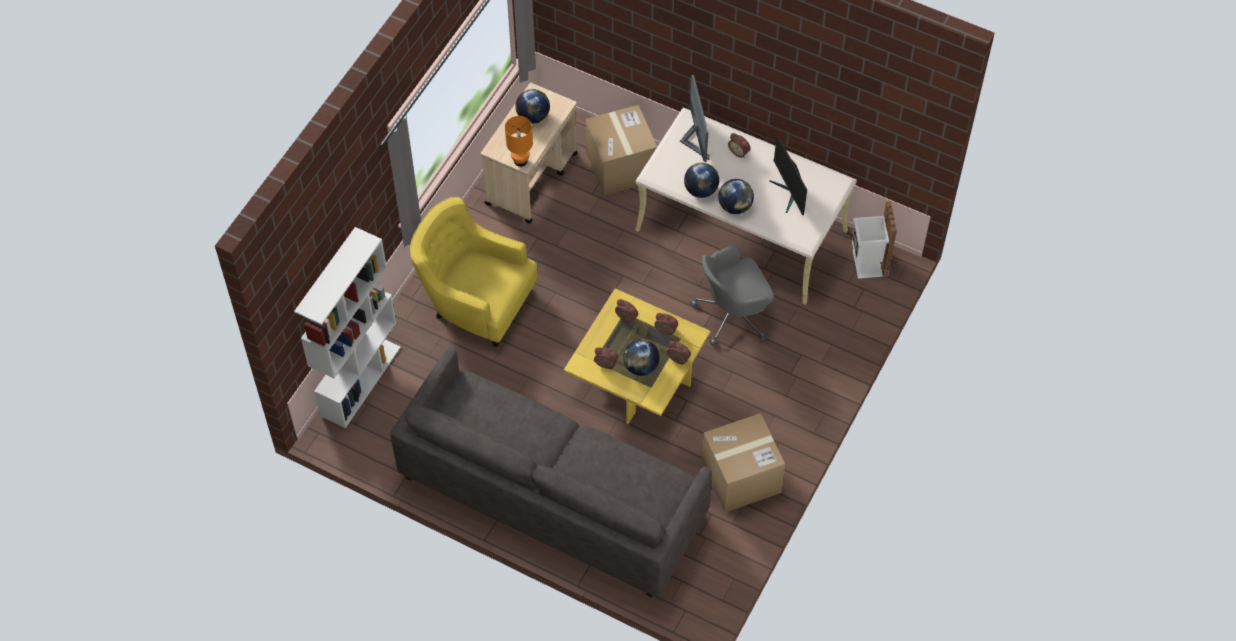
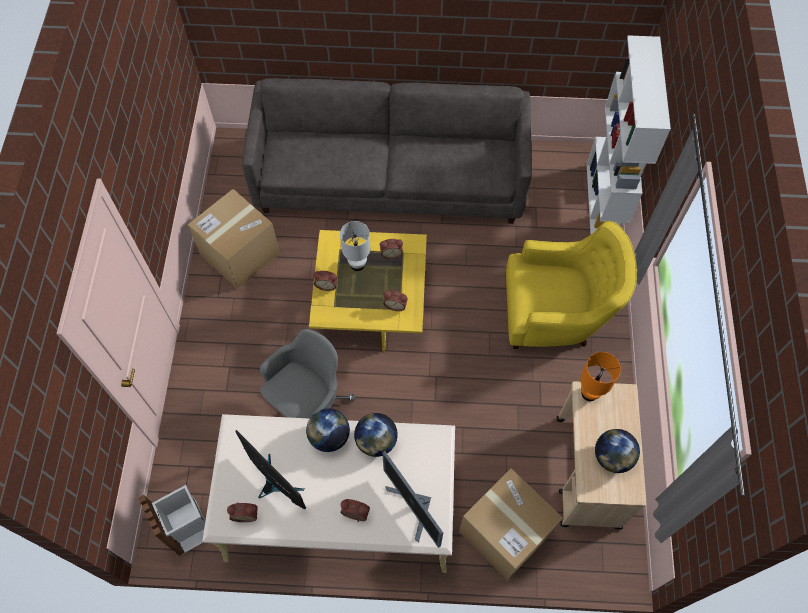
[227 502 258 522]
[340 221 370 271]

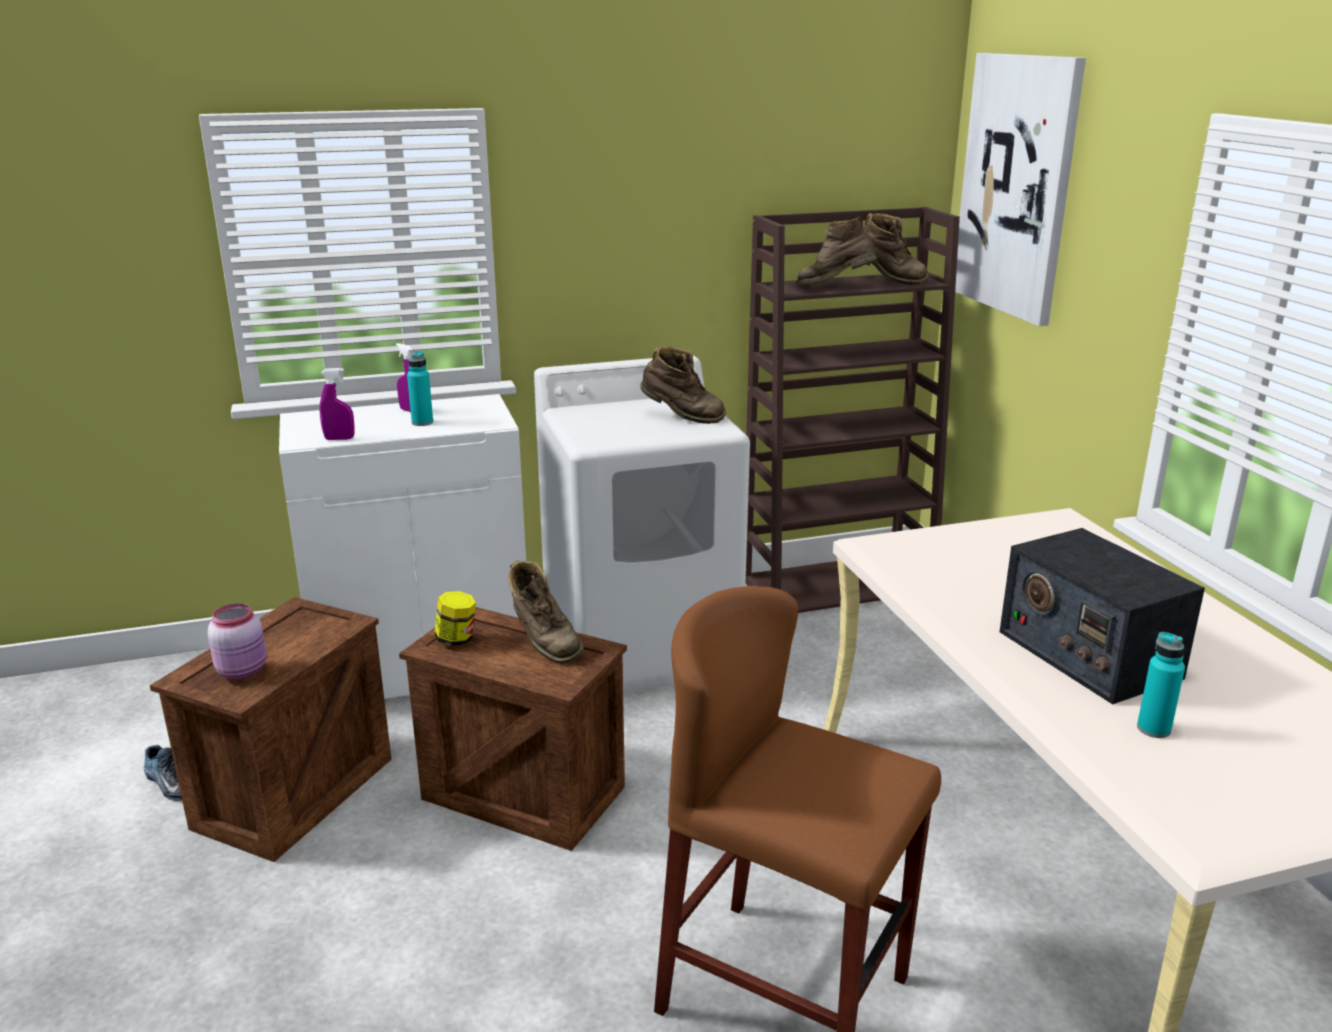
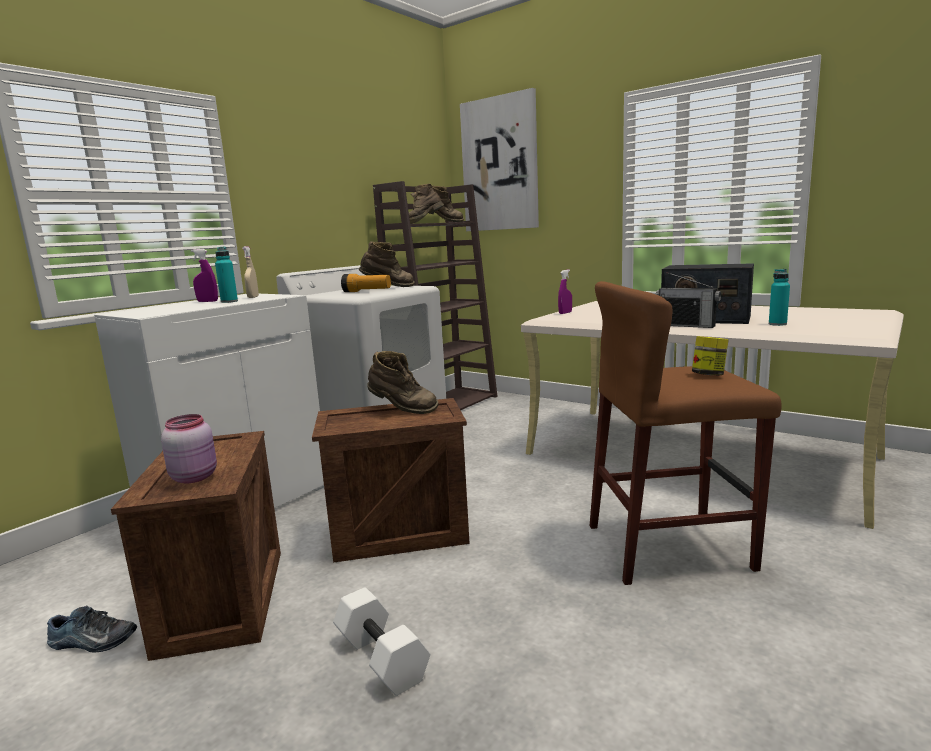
[242 246 259 298]
[333 587 430 696]
[341 274 391 292]
[656 272 721 328]
[558 270 572 314]
[692 336 729 376]

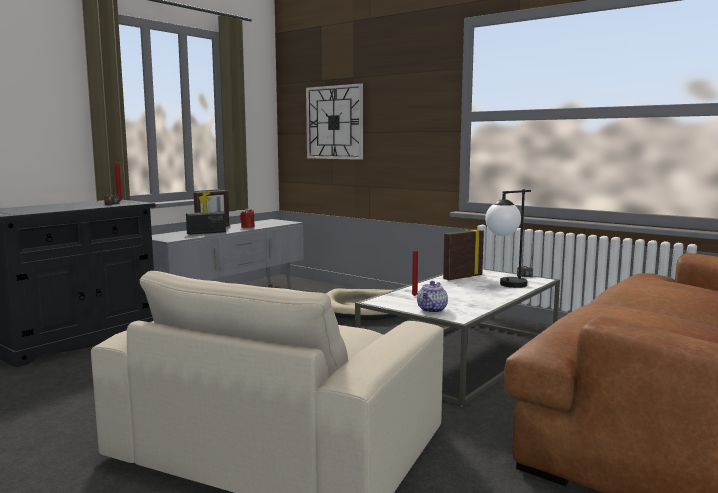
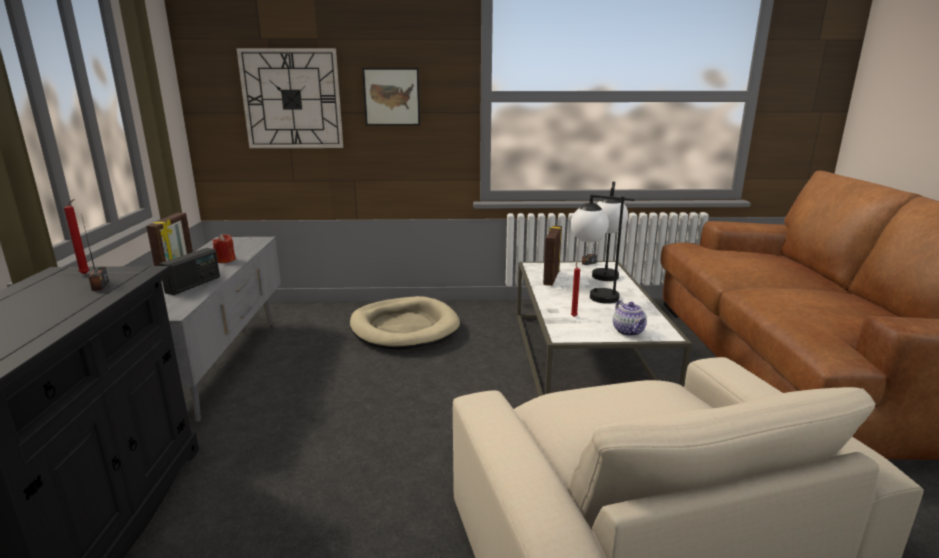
[362 68 420 126]
[571 194 635 304]

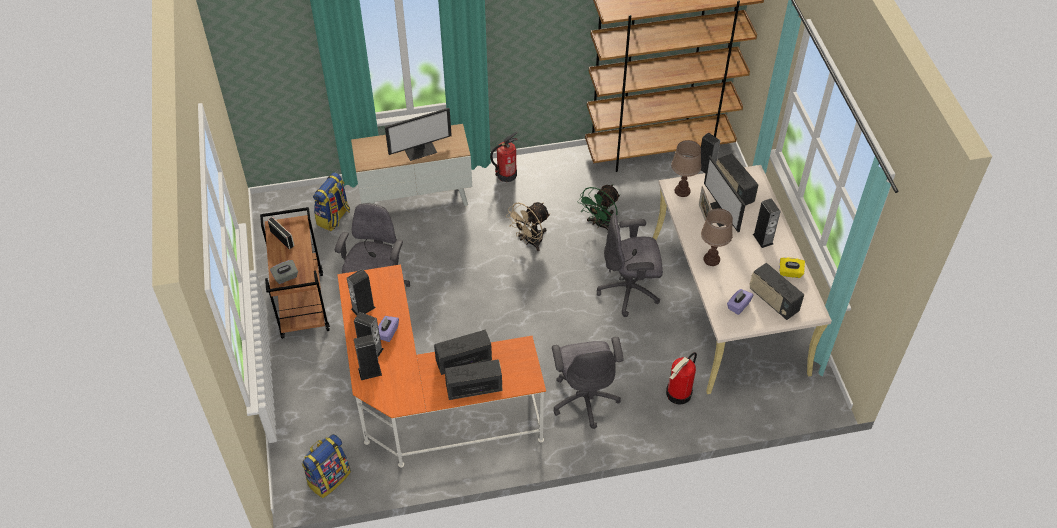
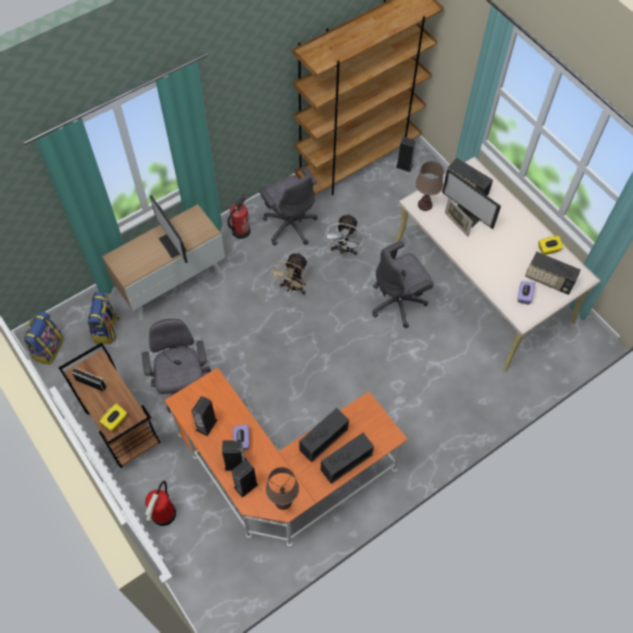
[753 199 781 248] (first image)
[24 311 64 365]
[259 167 318 245]
[145 481 176 526]
[266 467 299 510]
[100 404 127 431]
[324 214 364 255]
[150 195 188 263]

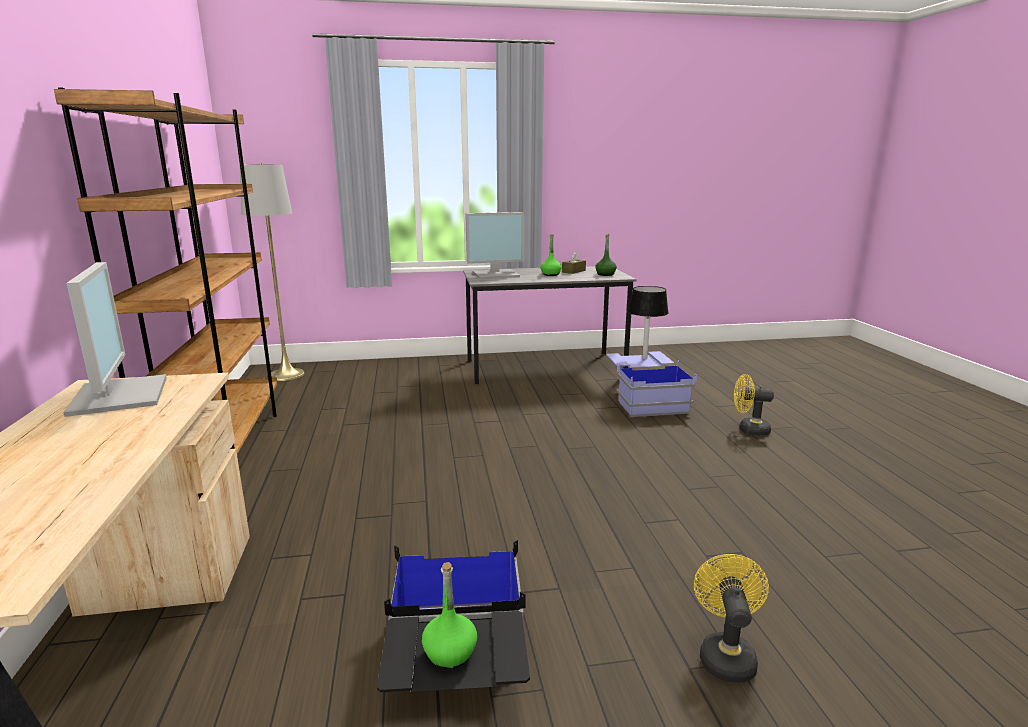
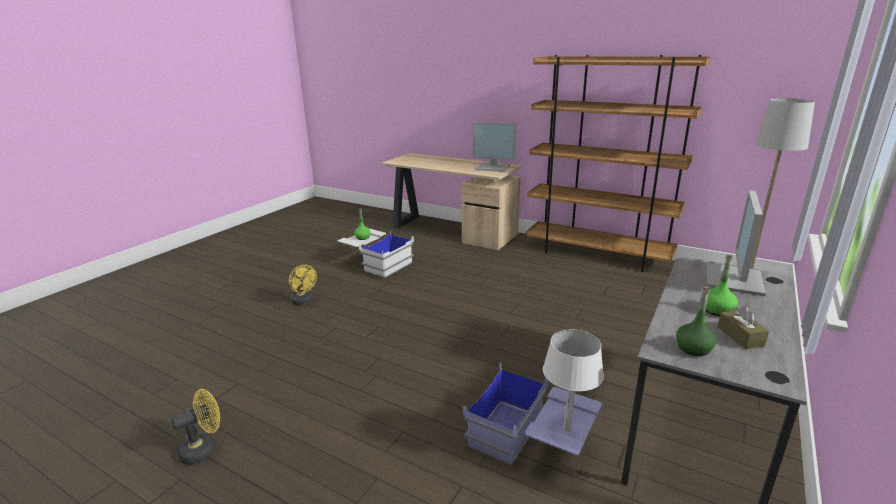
[171 389 220 465]
[338 229 414 278]
[543 330 604 432]

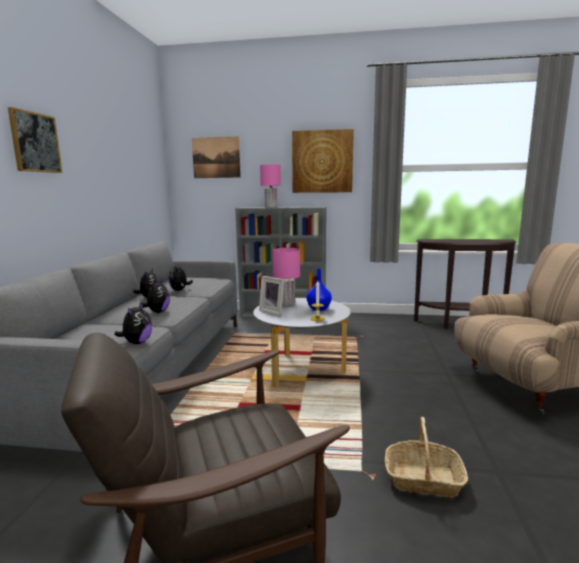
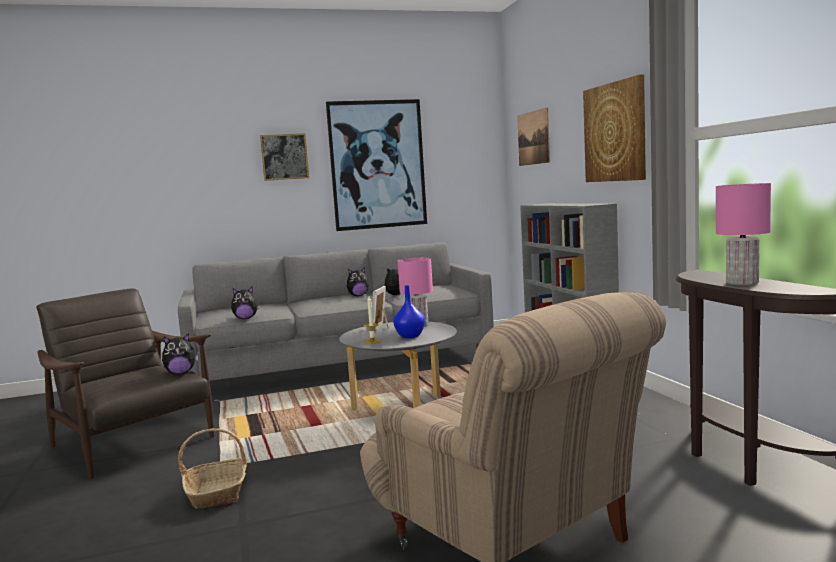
[326 99 427 231]
[162 333 198 374]
[716 183 771 285]

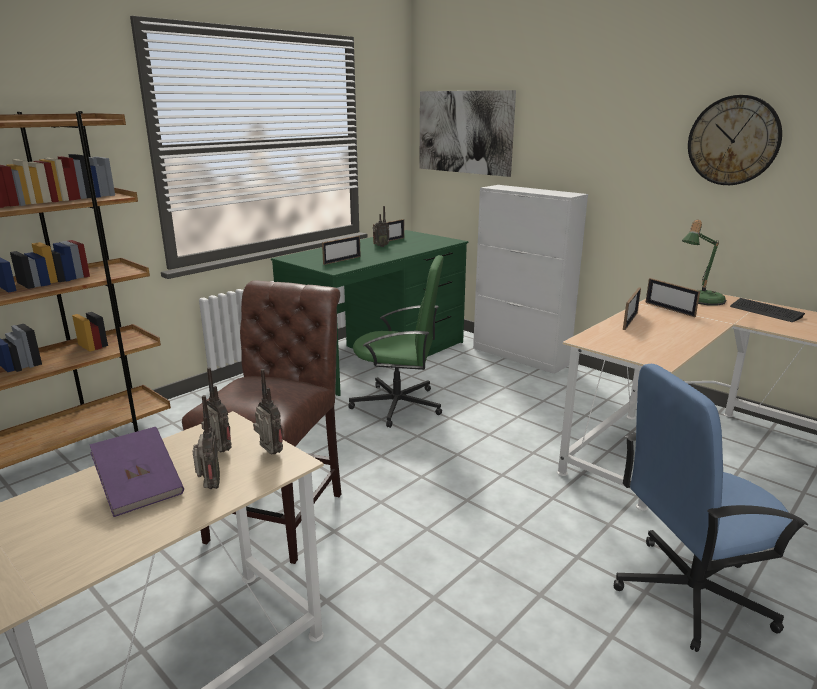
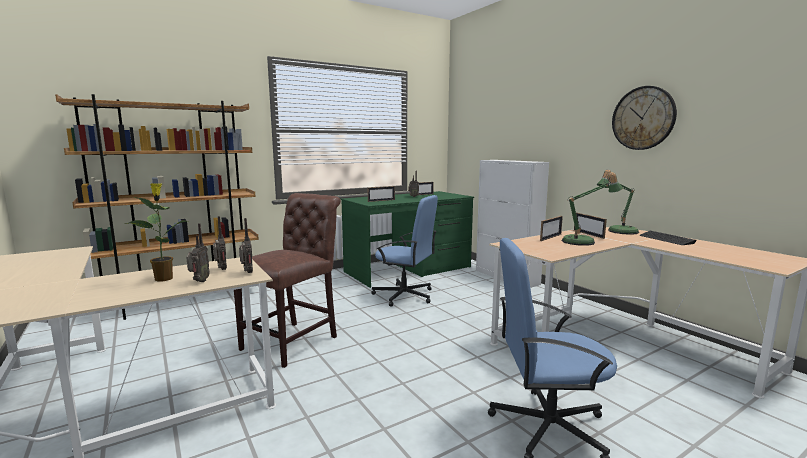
[419 90 516 177] (first image)
[562 172 623 246]
[125 183 187 282]
[371 195 438 307]

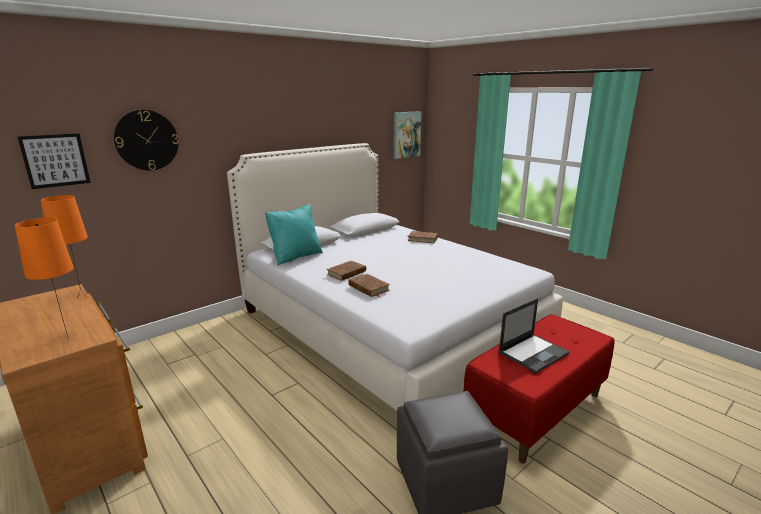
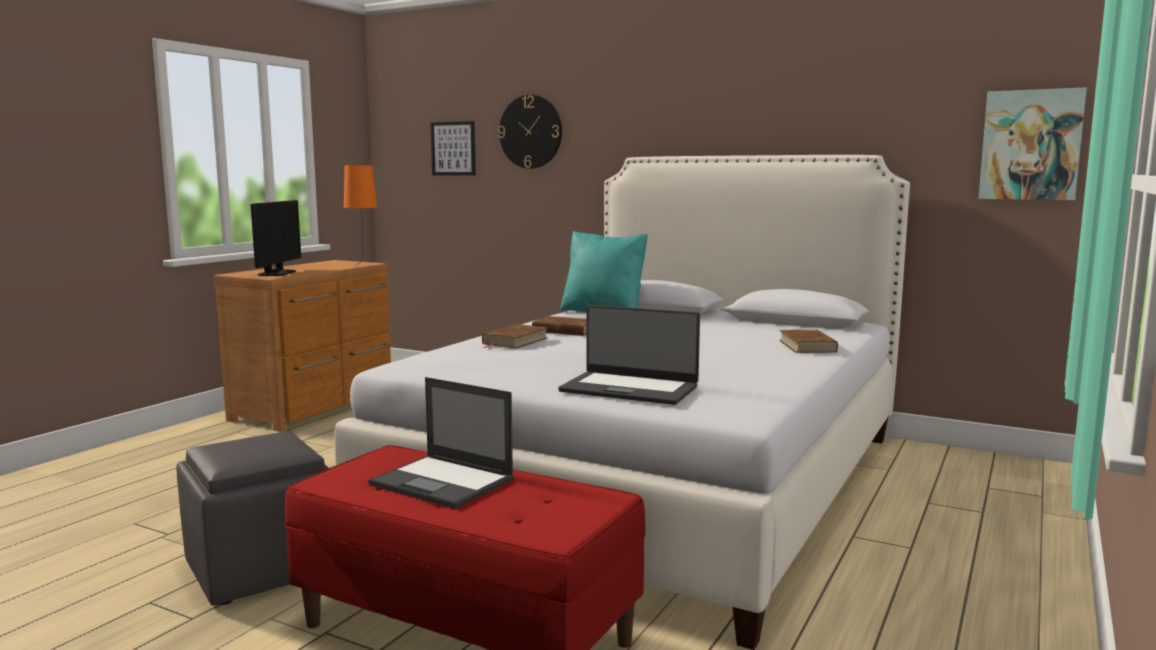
[558 305 700 405]
[251 200 301 276]

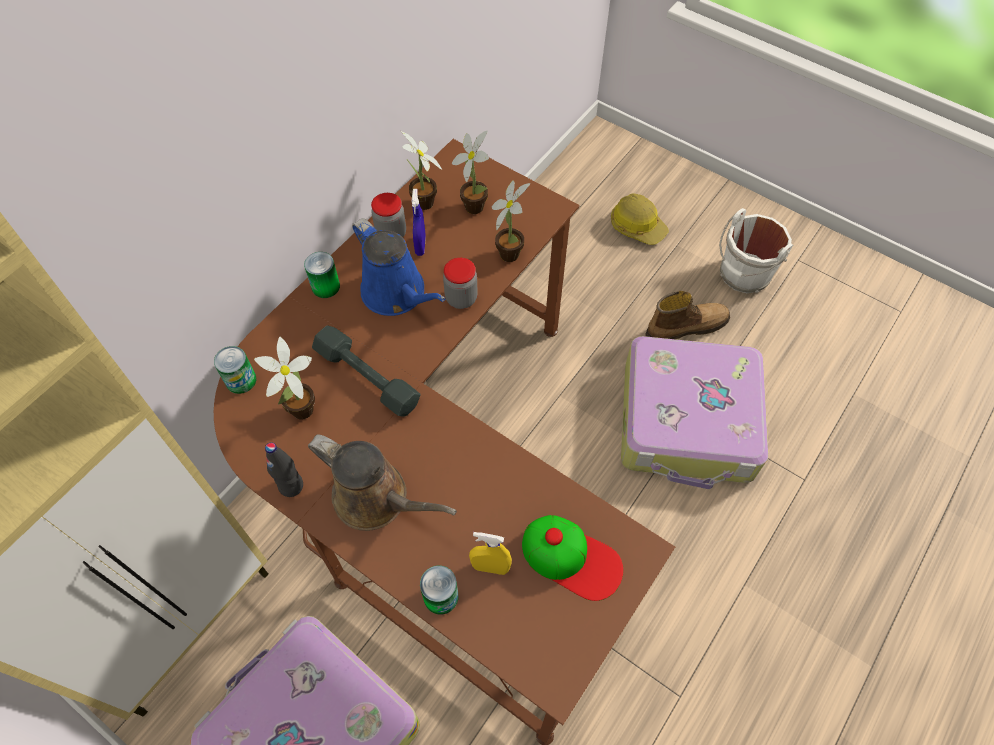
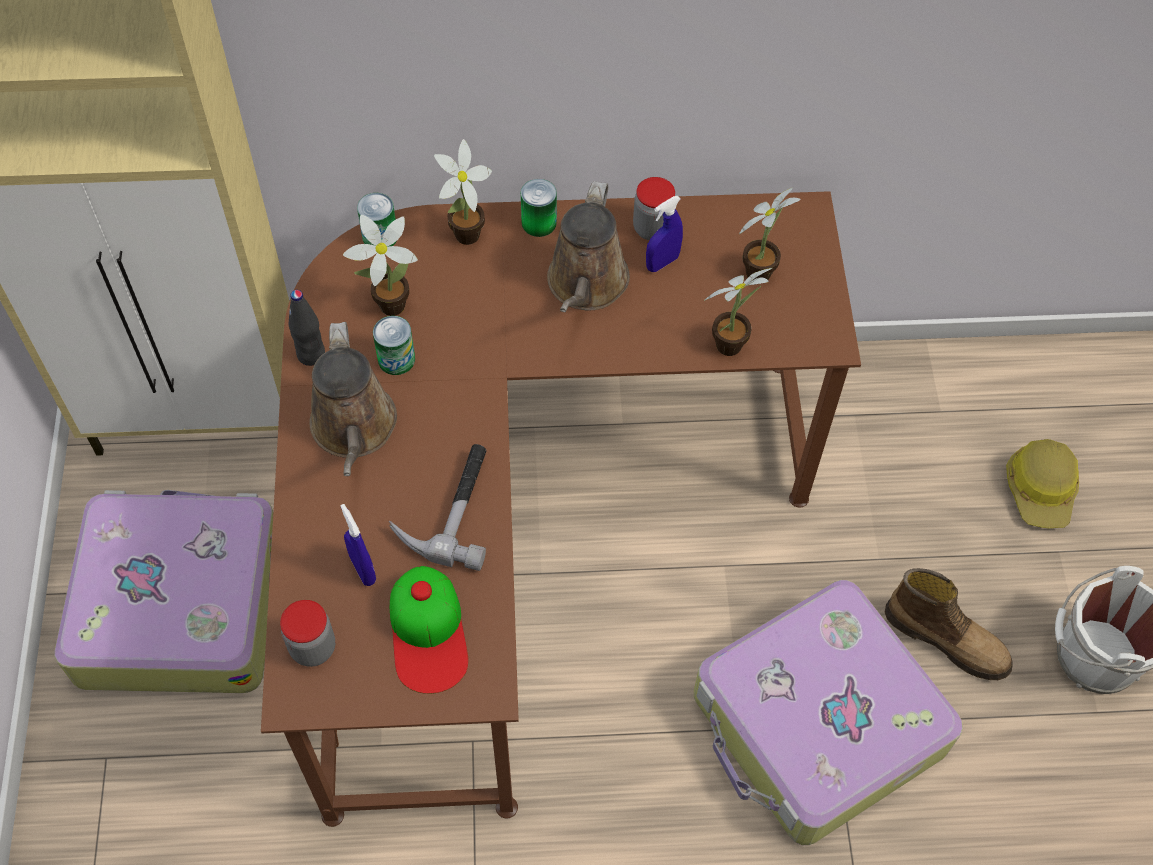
[312 326 421 417] (first image)
[389 444 486 571]
[434 139 492 245]
[373 316 415 375]
[280 600 335 667]
[547 181 630 312]
[340 504 376 586]

